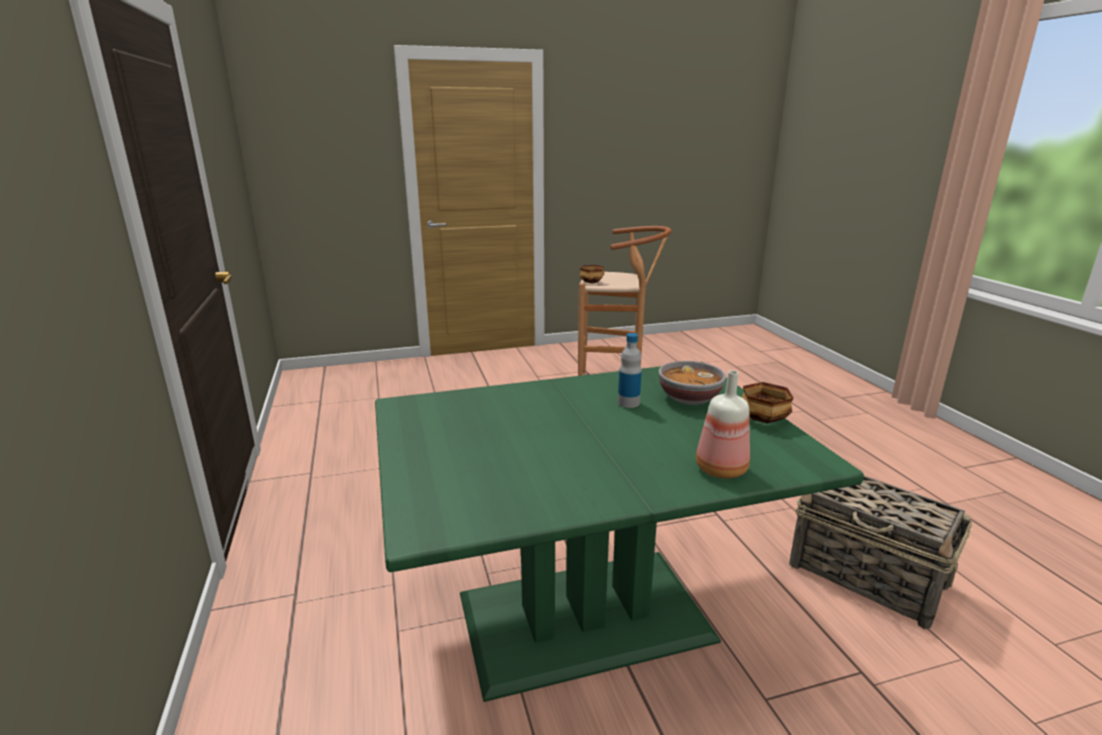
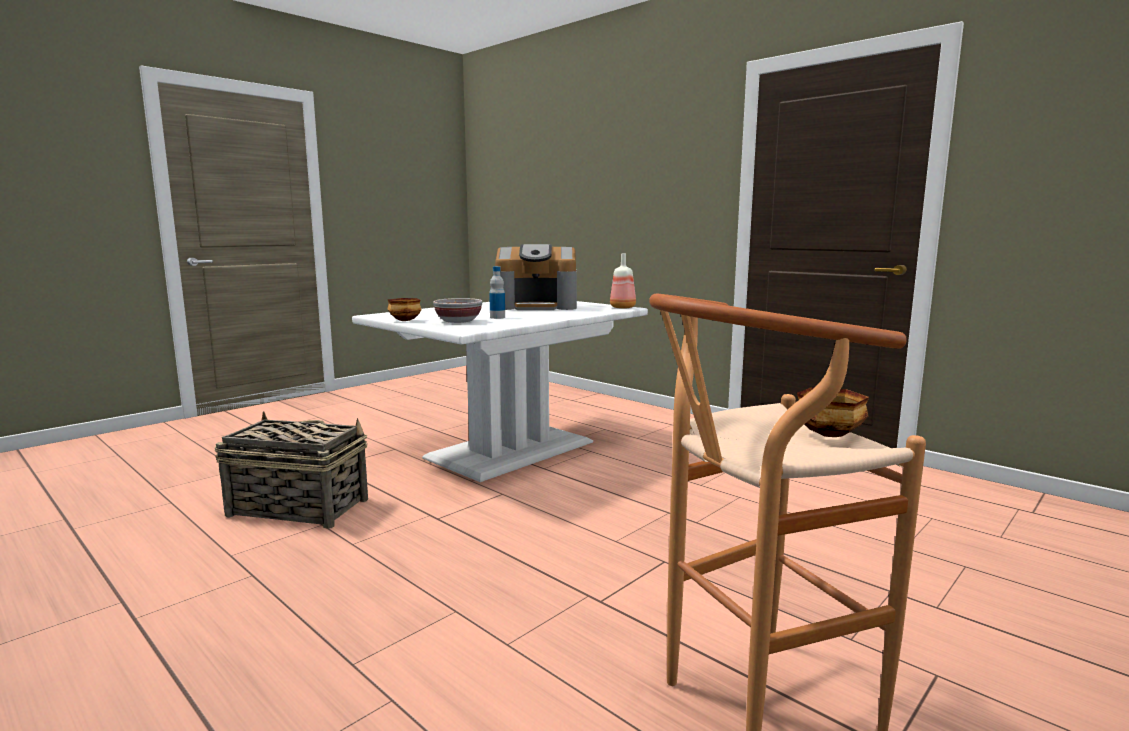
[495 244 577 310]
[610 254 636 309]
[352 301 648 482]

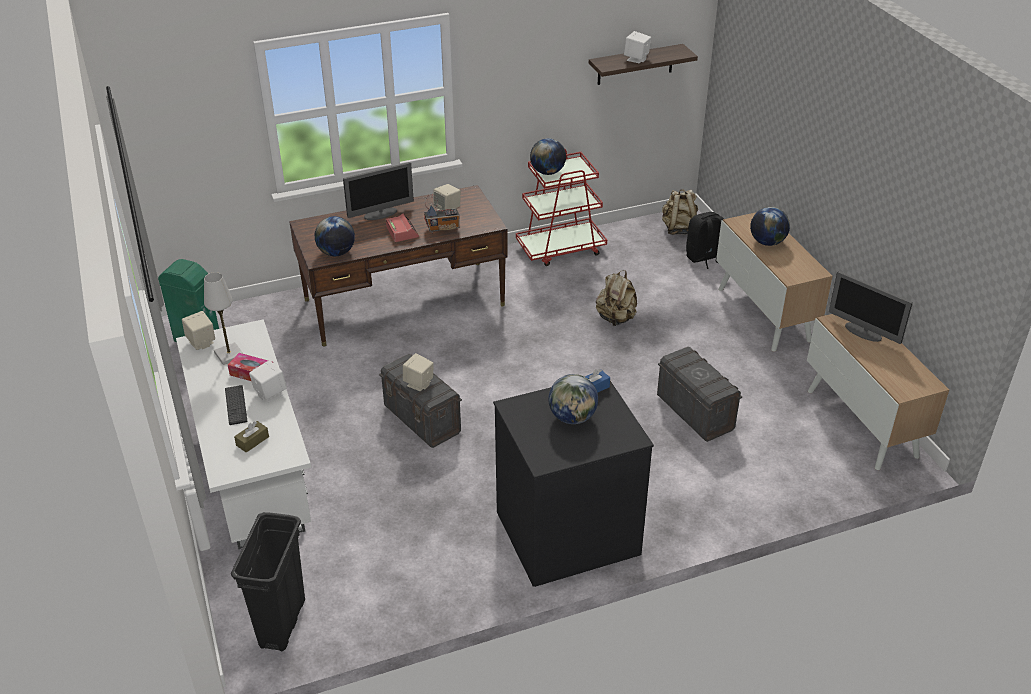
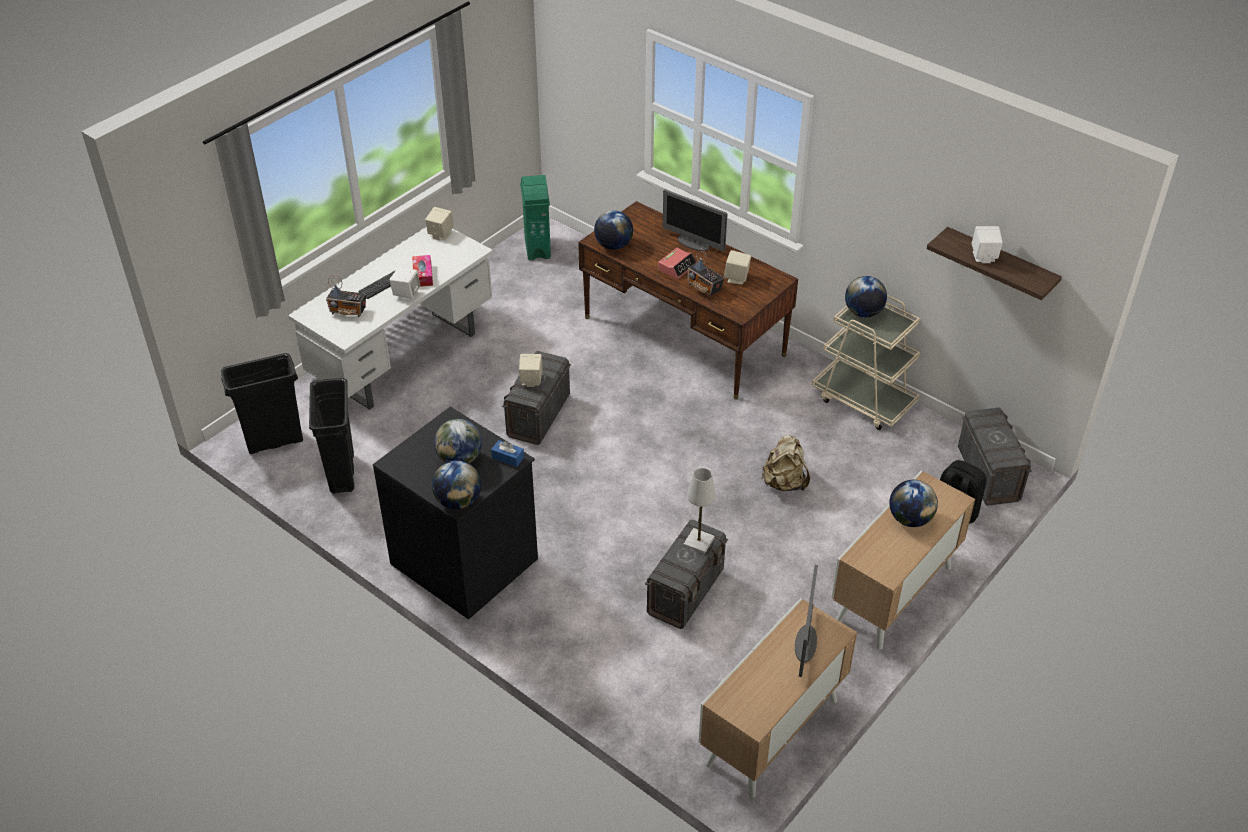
[309 378 354 494]
[432 460 481 510]
[683 468 716 554]
[326 275 366 317]
[958 408 1032 506]
[812 295 920 430]

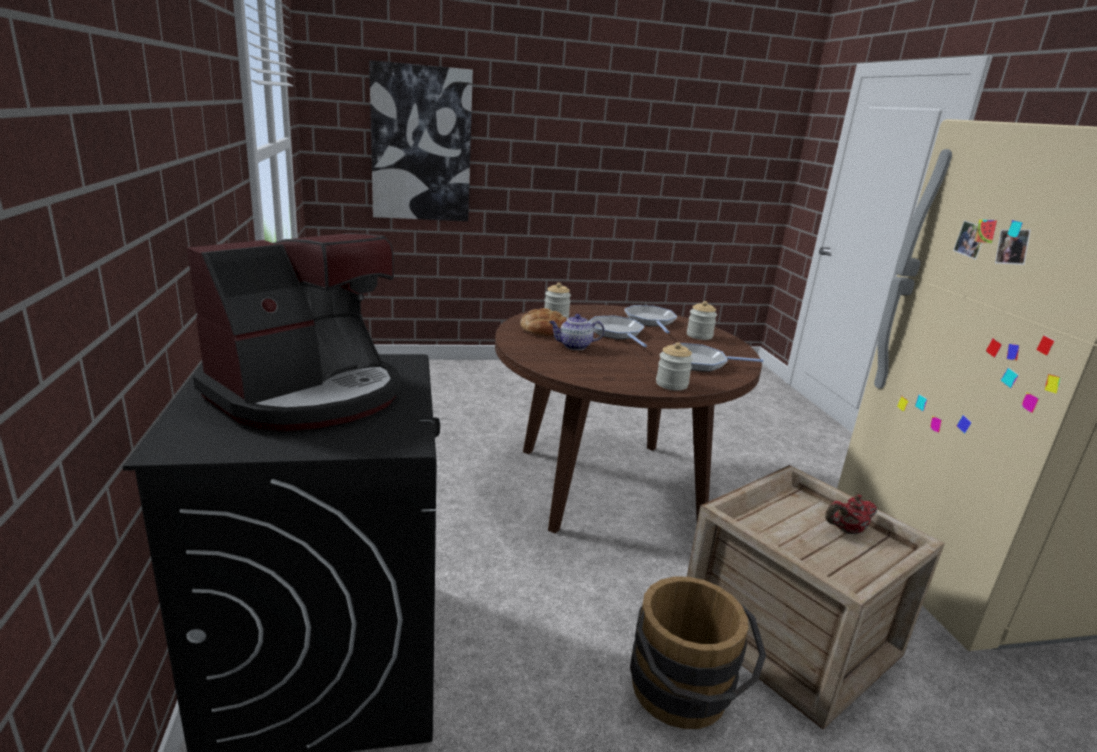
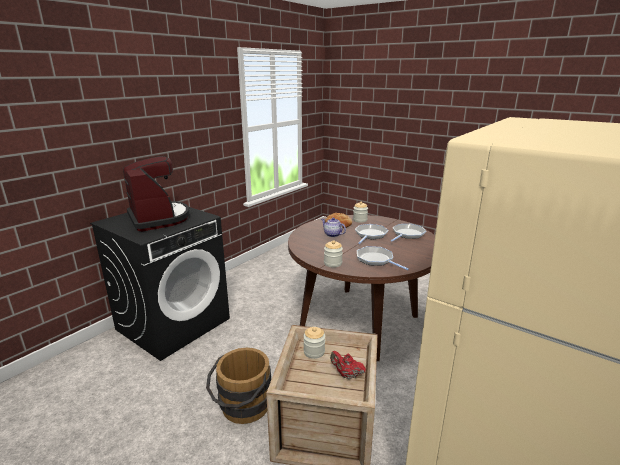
[369 60 473 221] (first image)
[303 327 325 359]
[123 156 189 231]

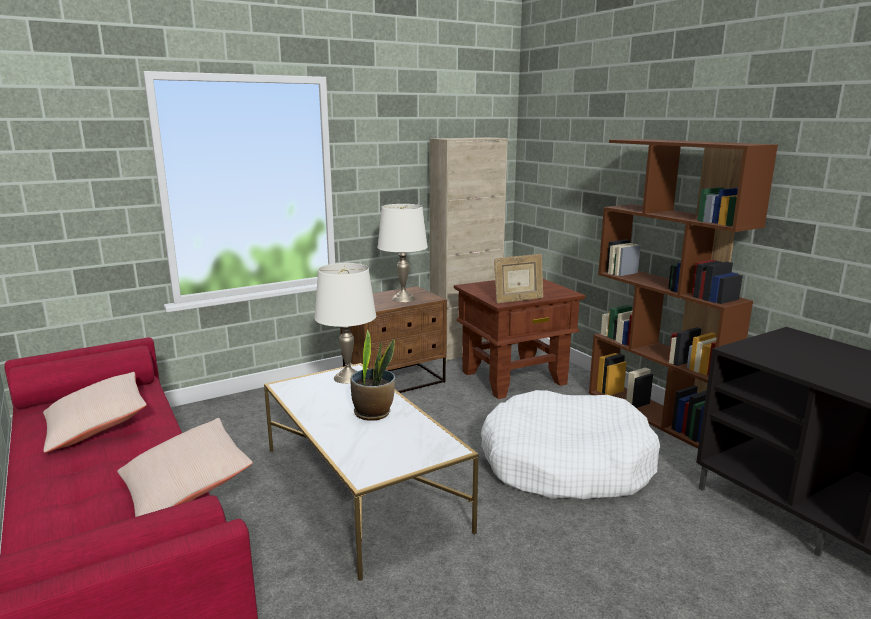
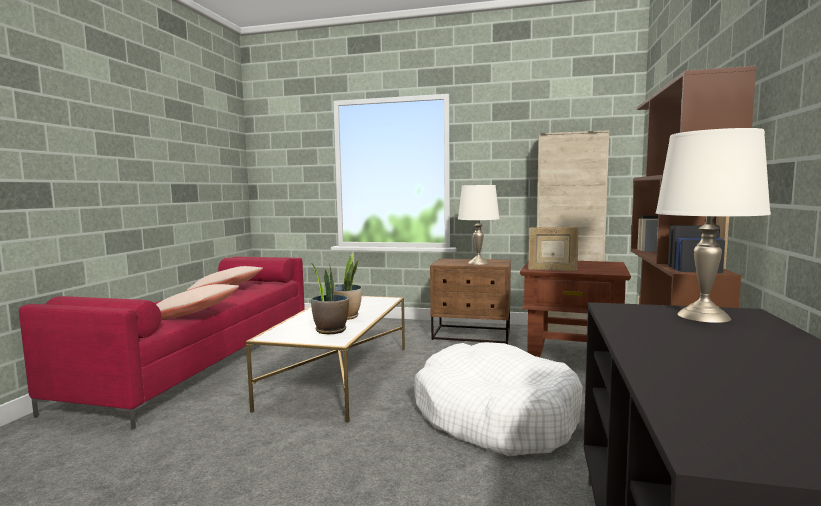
[311 263 349 334]
[656 128 771 323]

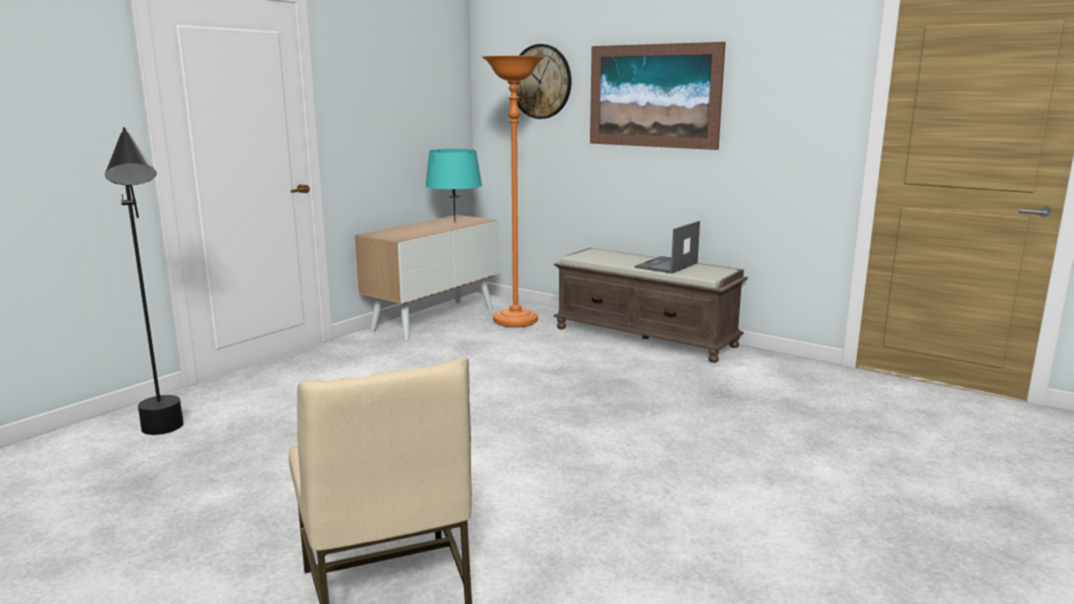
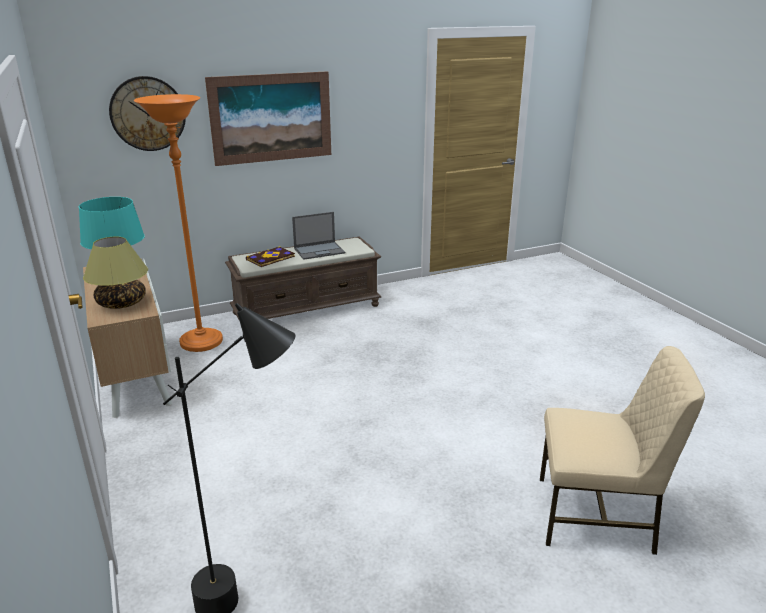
[83 237 148 309]
[246 246 295 267]
[292 212 345 260]

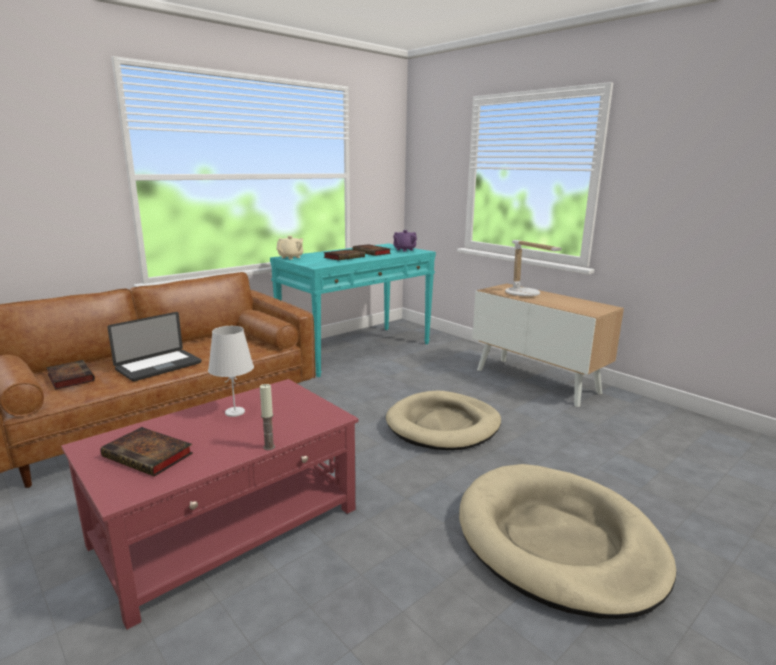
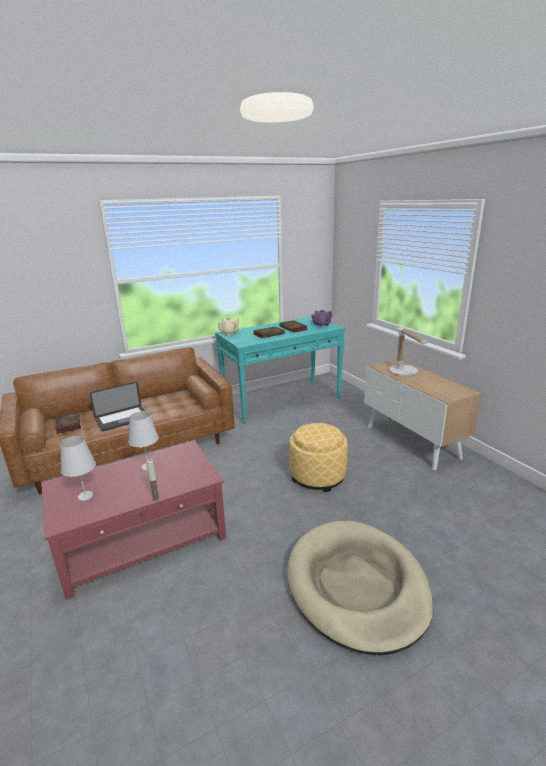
[60 436 96 501]
[289 423 348 492]

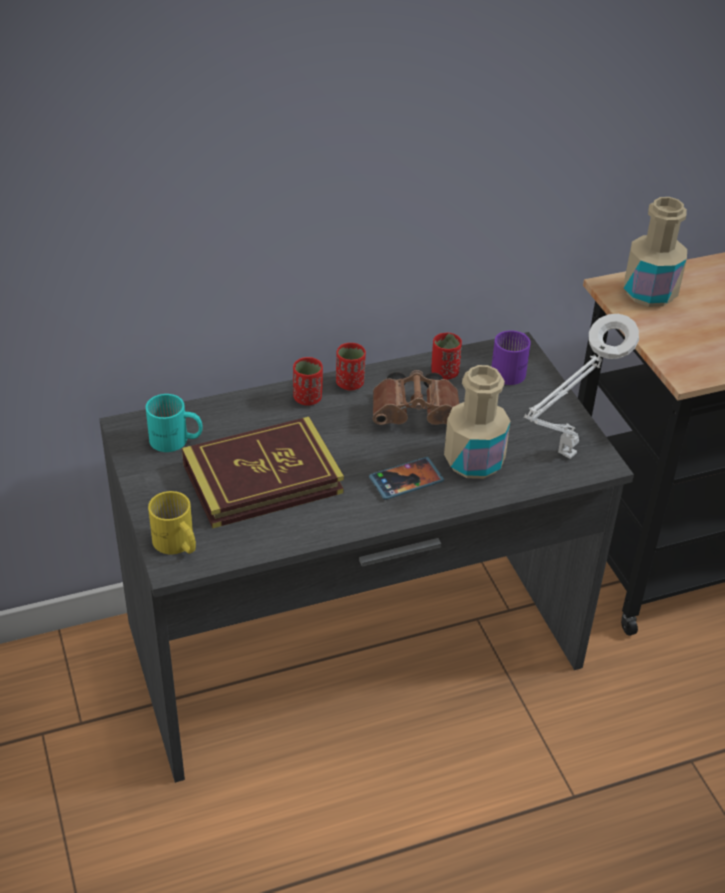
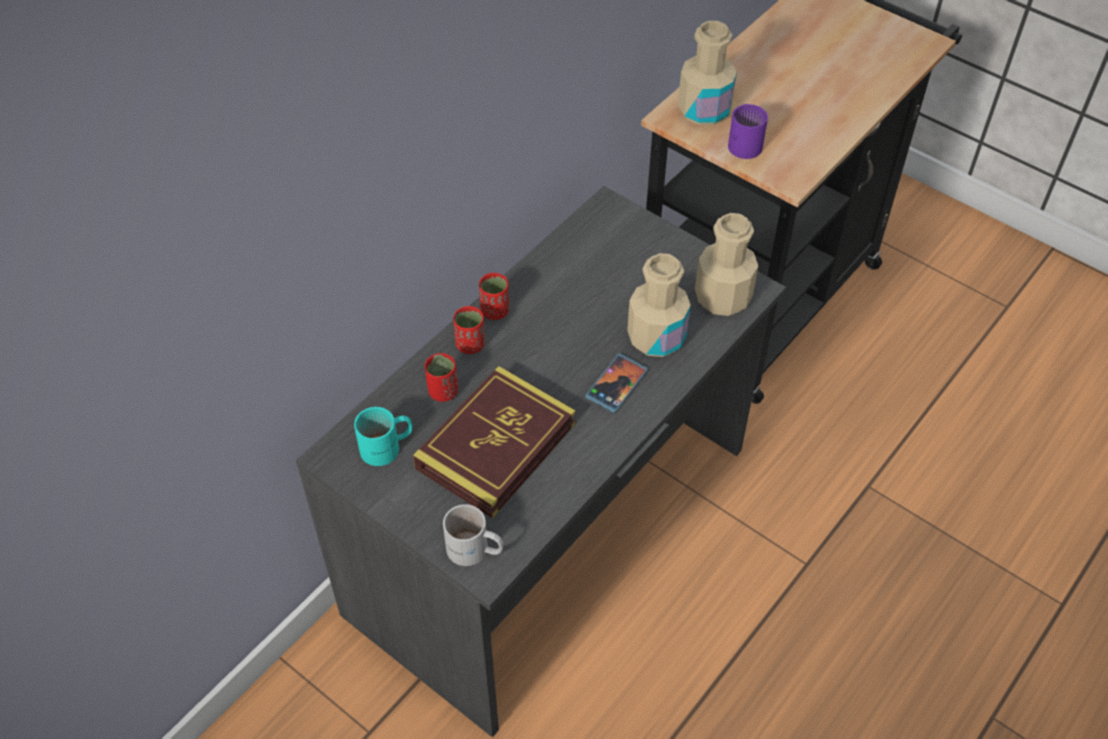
[373 370 459 425] (first image)
[424 353 458 402]
[728 104 768 159]
[695 213 758 316]
[443 504 504 566]

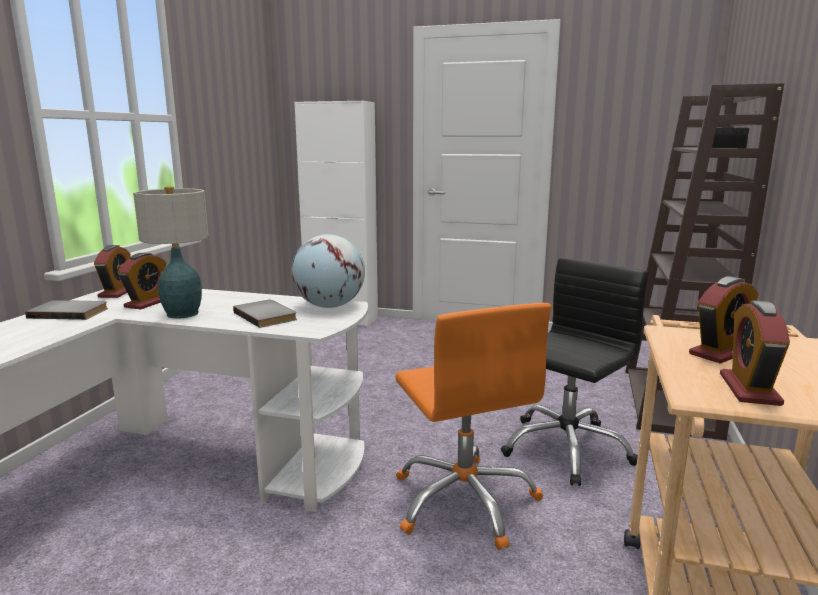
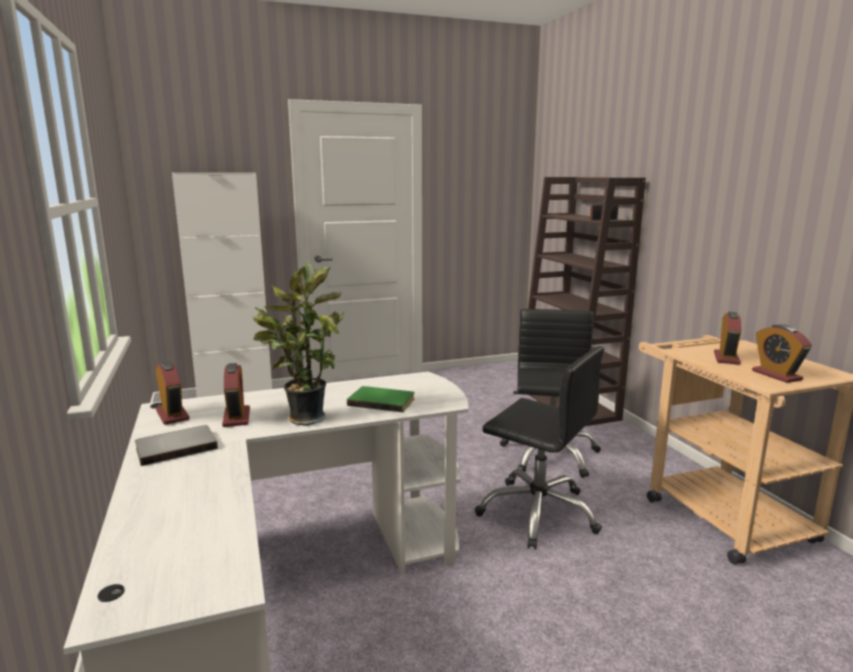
[291 234 365 308] (first image)
[253 261 344 426]
[347 386 415 412]
[475 346 604 549]

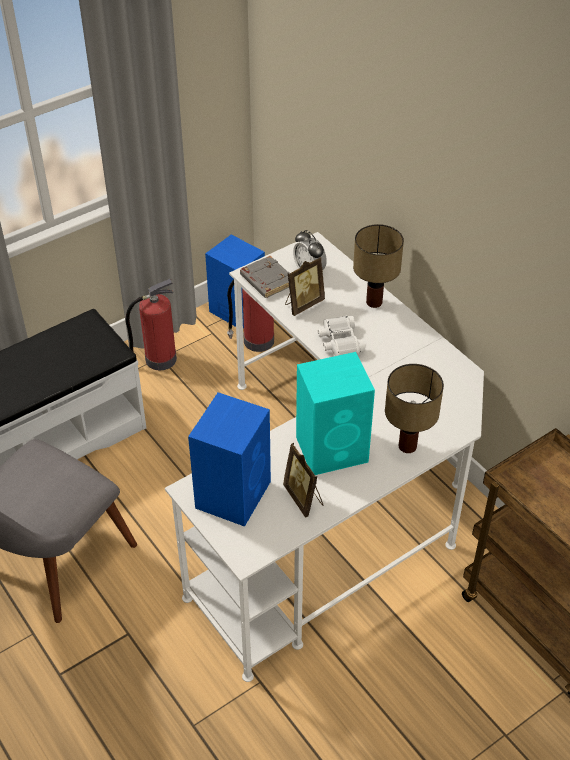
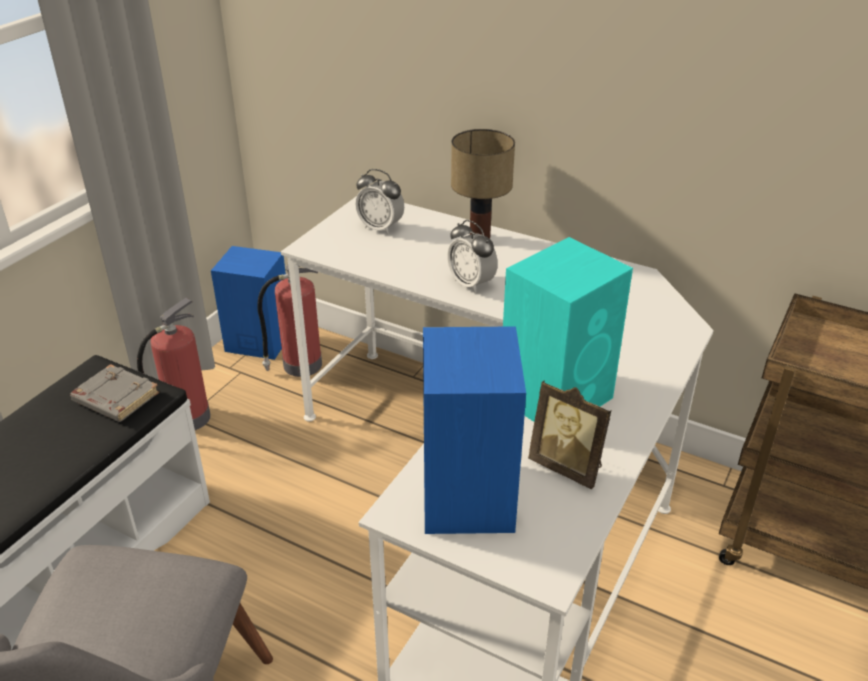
[285 257 325 316] (first image)
[385 364 444 453] (first image)
[70 364 159 422]
[447 220 498 293]

